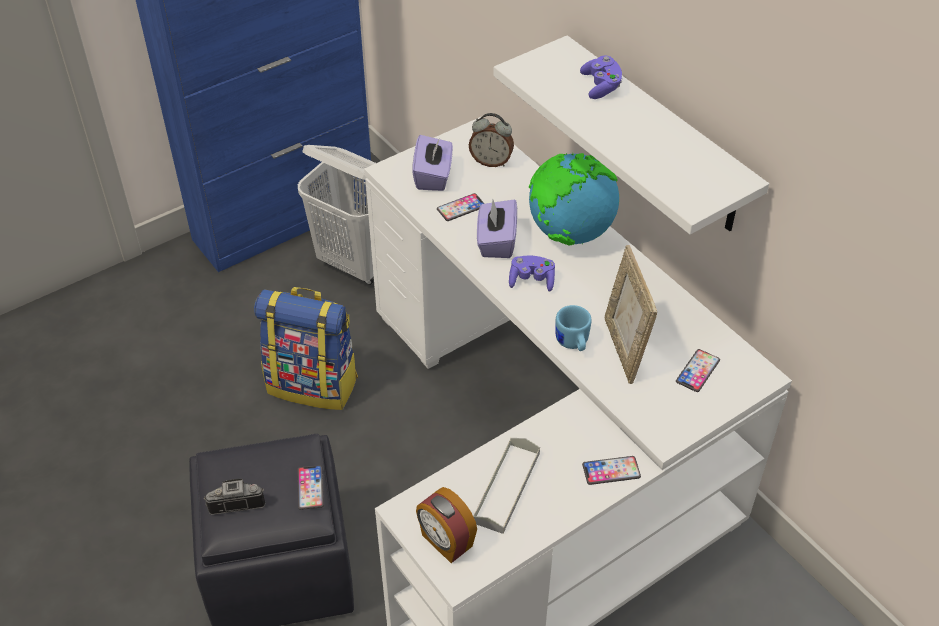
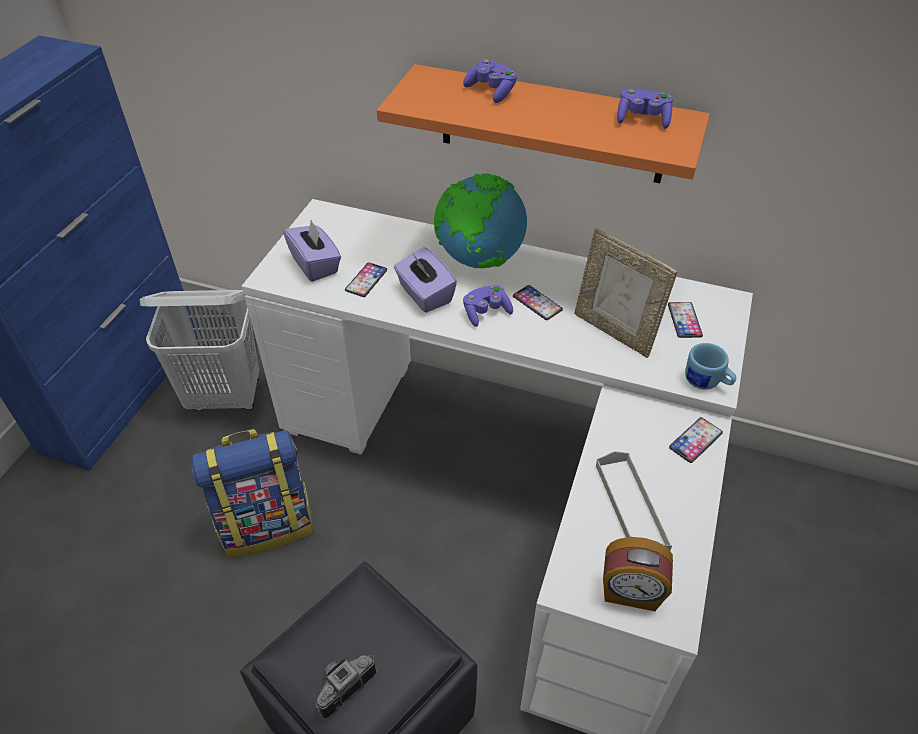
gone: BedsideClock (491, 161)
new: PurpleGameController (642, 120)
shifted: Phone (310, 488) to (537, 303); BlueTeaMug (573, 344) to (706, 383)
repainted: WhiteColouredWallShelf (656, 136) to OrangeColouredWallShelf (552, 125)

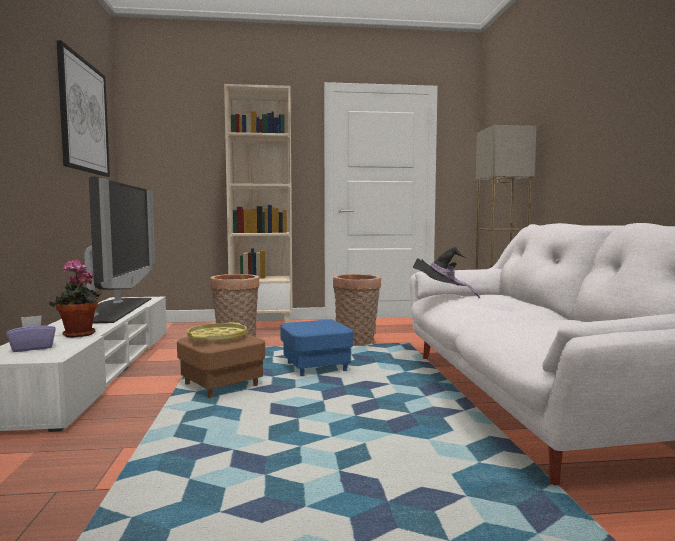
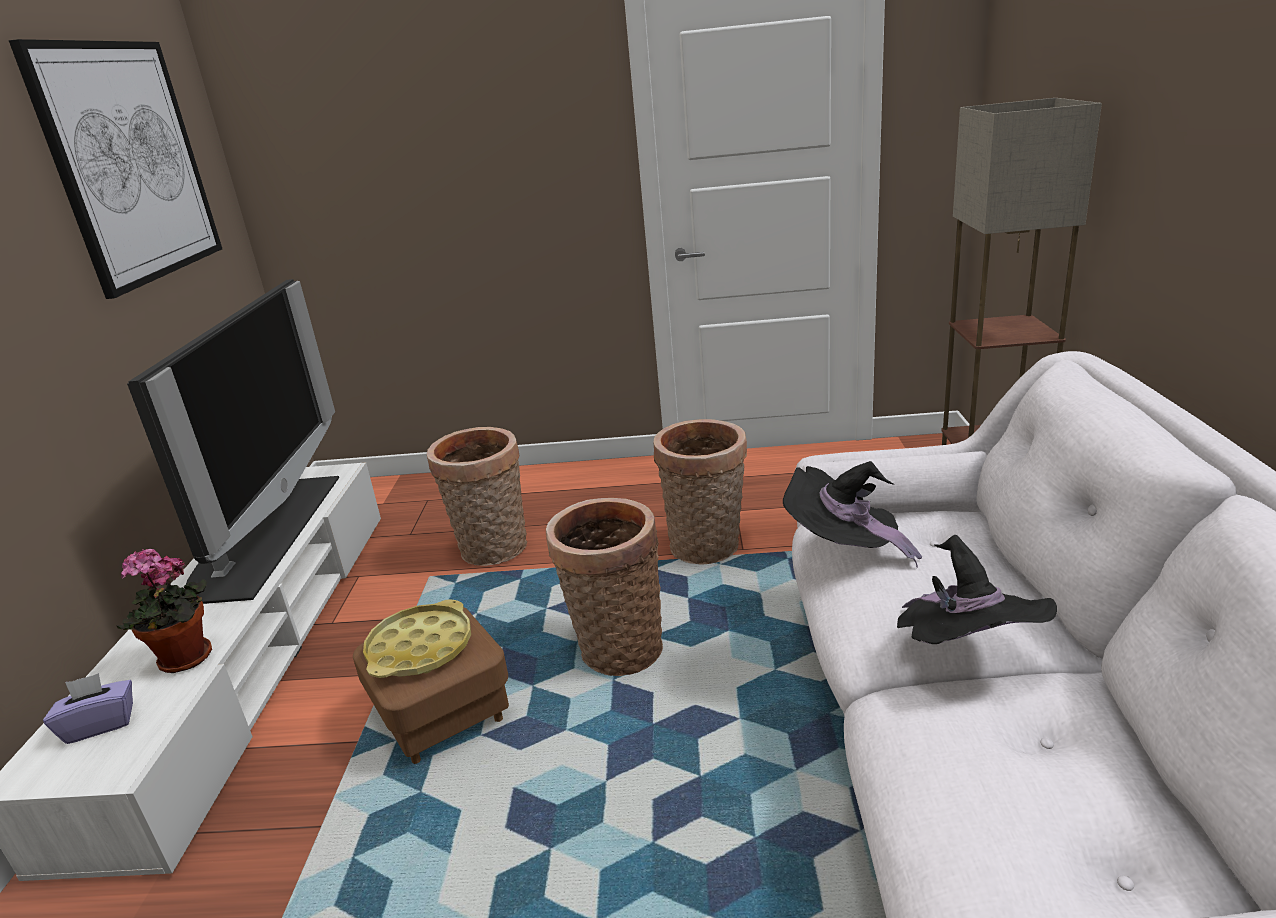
gone: SandColouredBookshelf (263, 326)
new: BlackHat (966, 652)
swapped: BlueFootrest (316, 367) to Basket (616, 649)

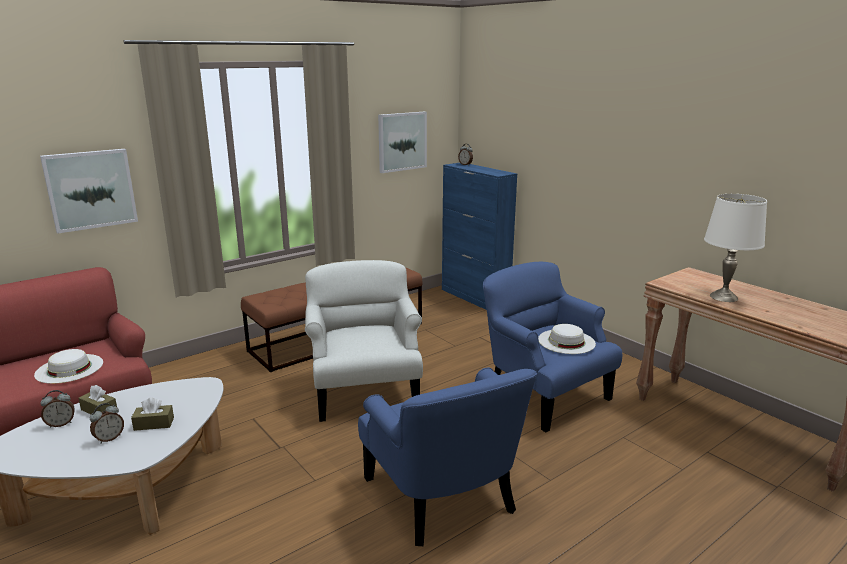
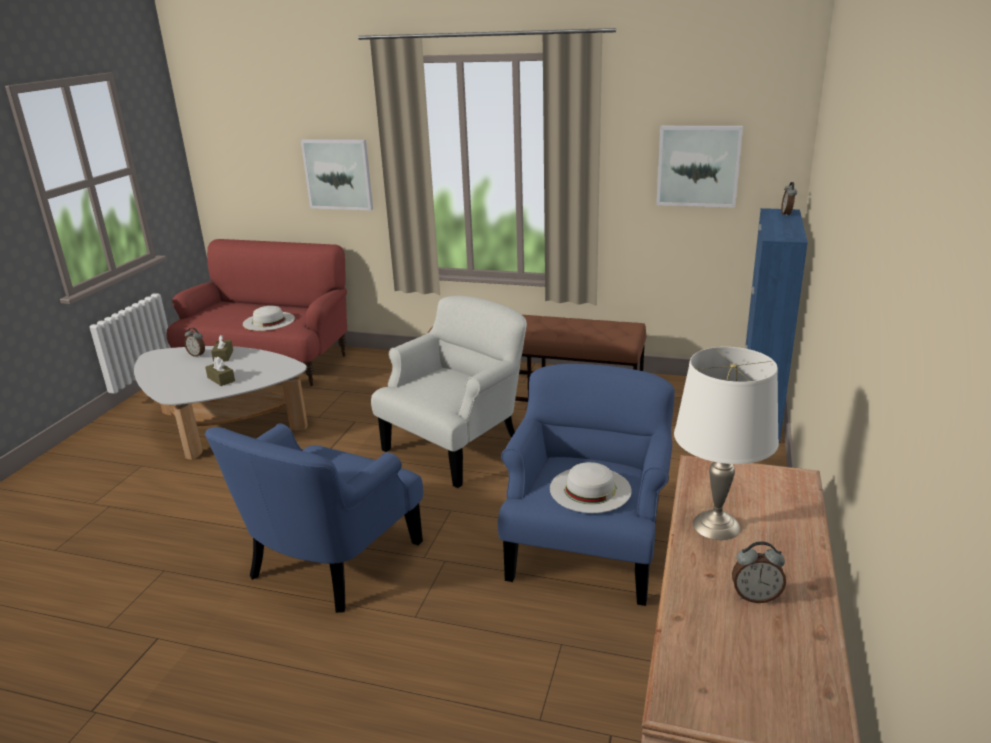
shifted: BedsideClock (109, 438) to (755, 596)

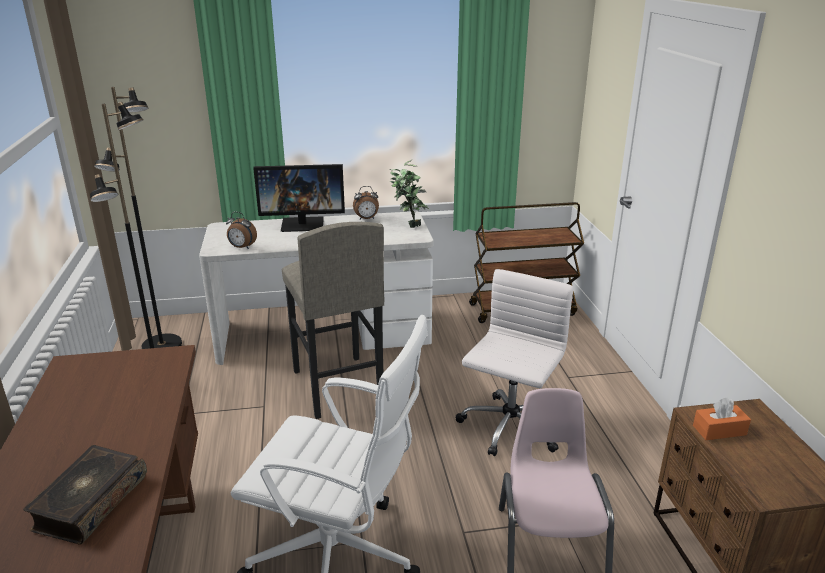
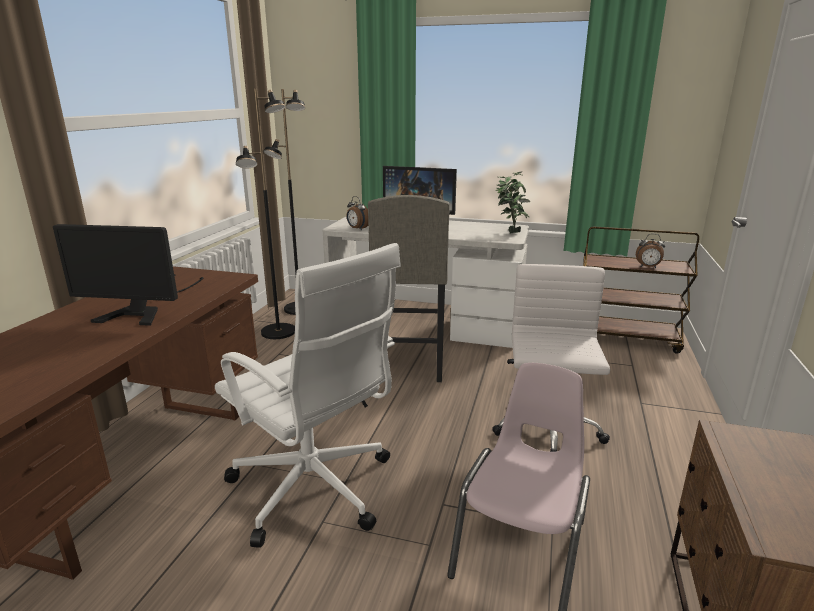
gone: BoundBook (90, 503); OrangeColouredTissueBox (719, 430)
new: Monitor (143, 309)
shifted: BedsideClock (366, 219) to (648, 267)
rotated: WhiteColouredOfficeChair (508, 428) = (547, 430) 45 degrees counterclockwise

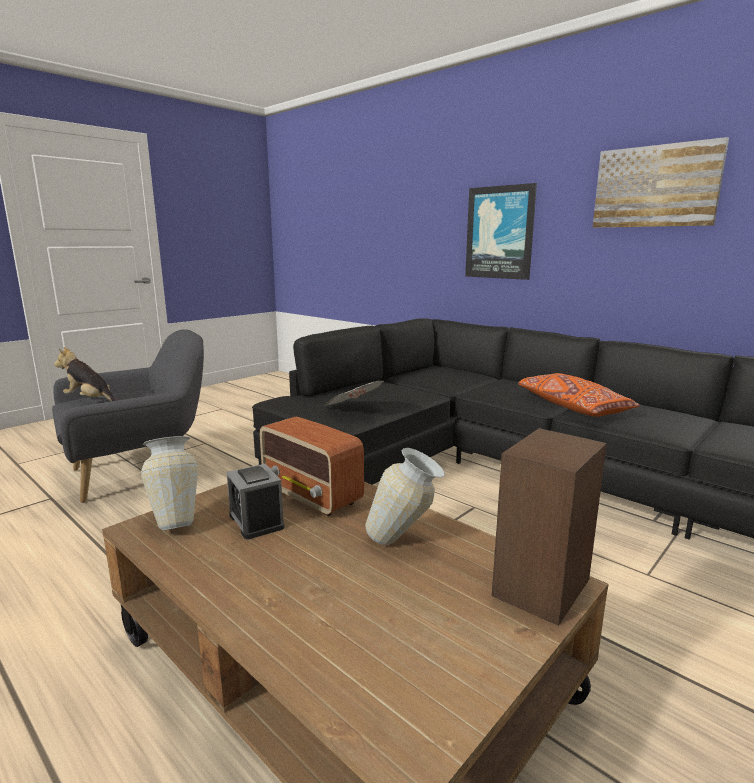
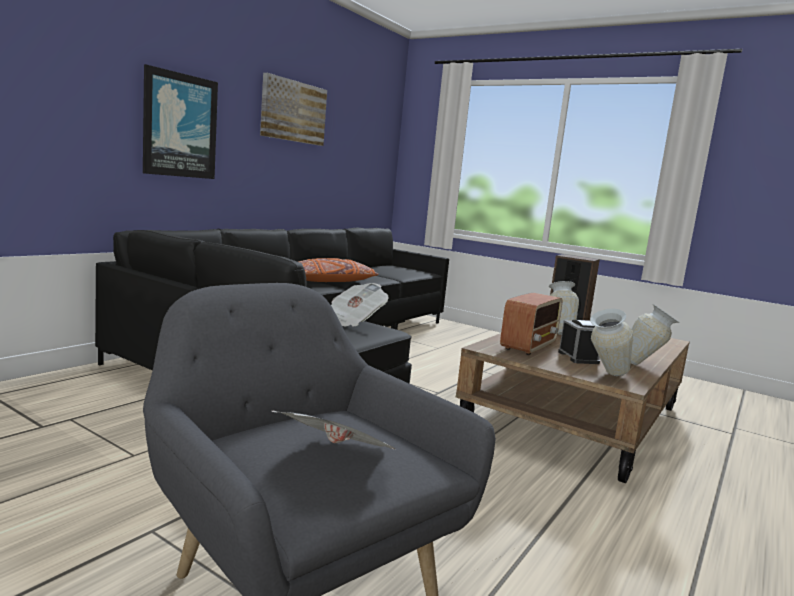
new: Vase (645, 366)
swapped: SoftToy (91, 401) to Newspaper (337, 463)
rotated: BedsideClock (256, 521) = (578, 357) 60 degrees counterclockwise

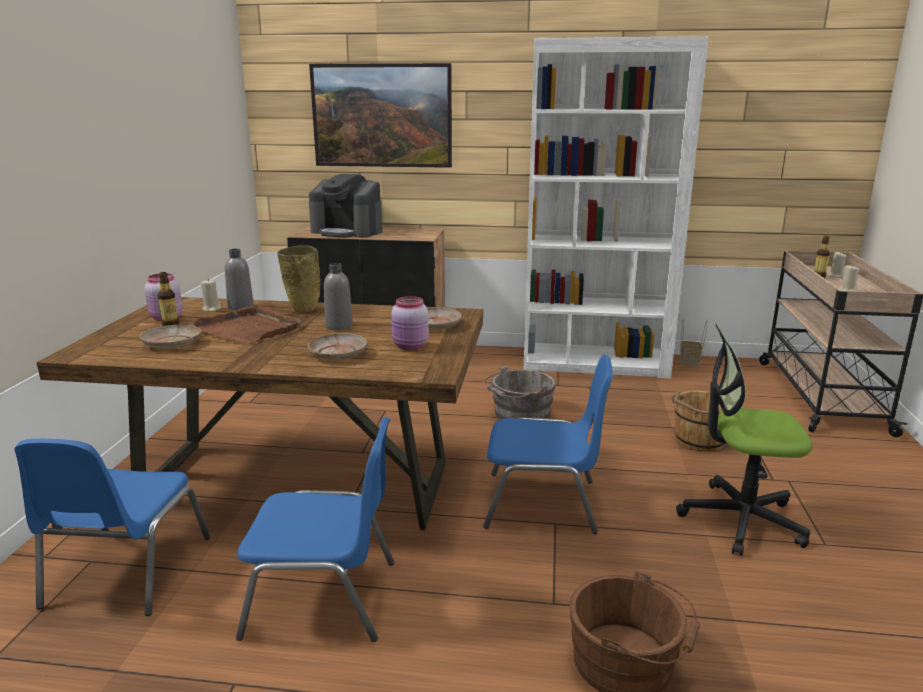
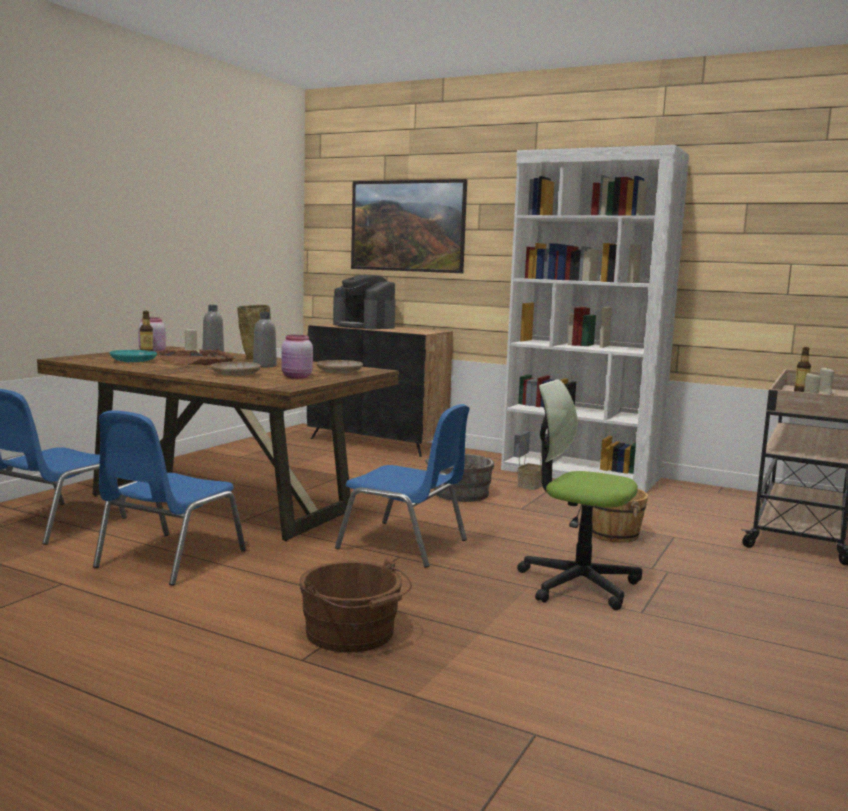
shifted: Basket (690, 361) to (531, 486)
repainted: SandColouredDinnerPlate (172, 344) to BlueGreenDinnerPlate (133, 361)
rotated: BlueUprightChair (324, 598) = (168, 559) 90 degrees clockwise

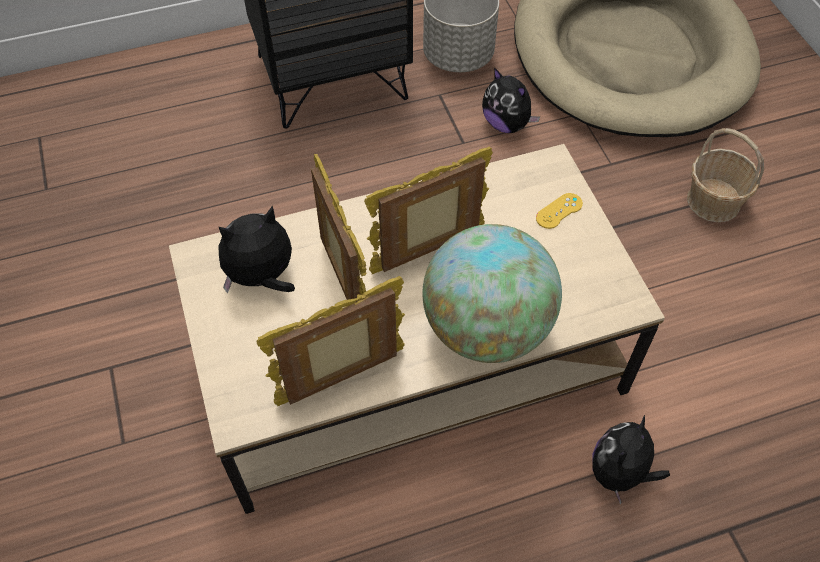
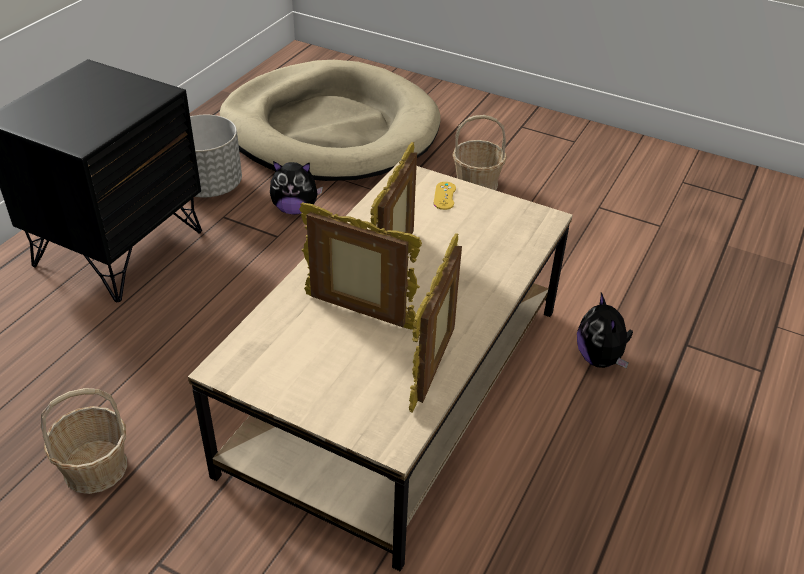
gone: SoftToy (262, 277); Globe (486, 328)
new: Basket (95, 467)

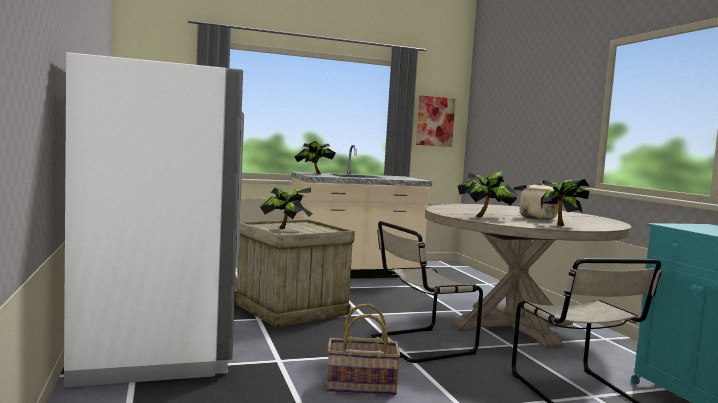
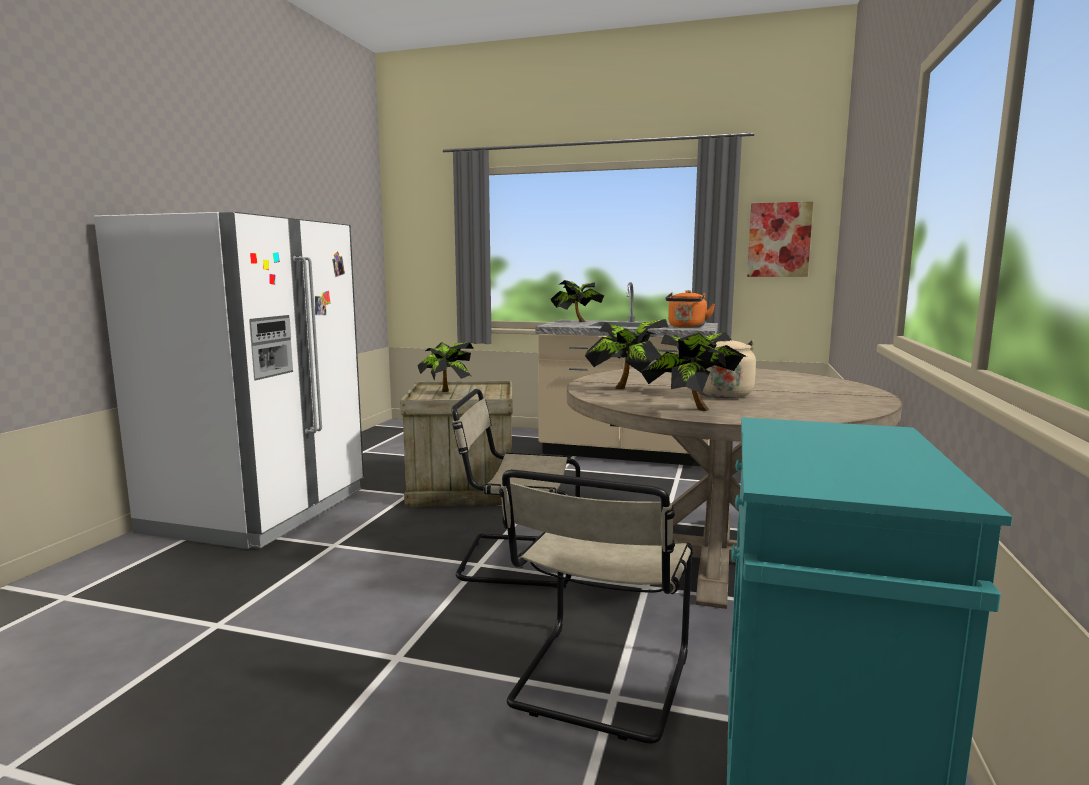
gone: Basket (360, 386)
new: OrangeColouredWaterKettle (686, 327)

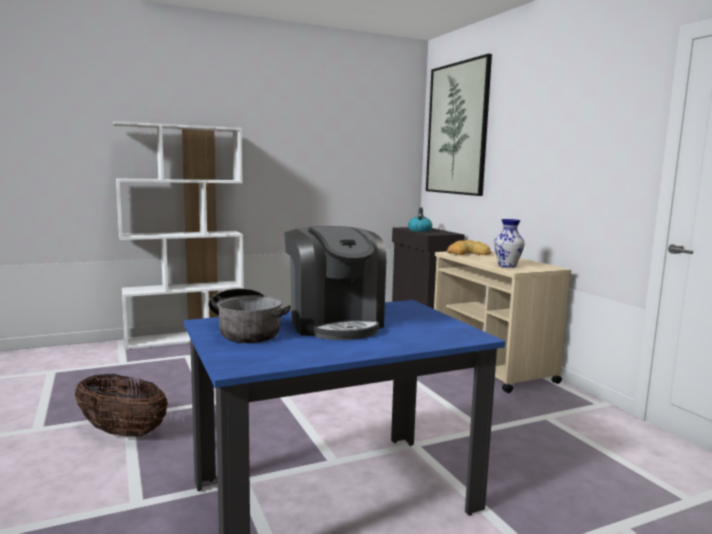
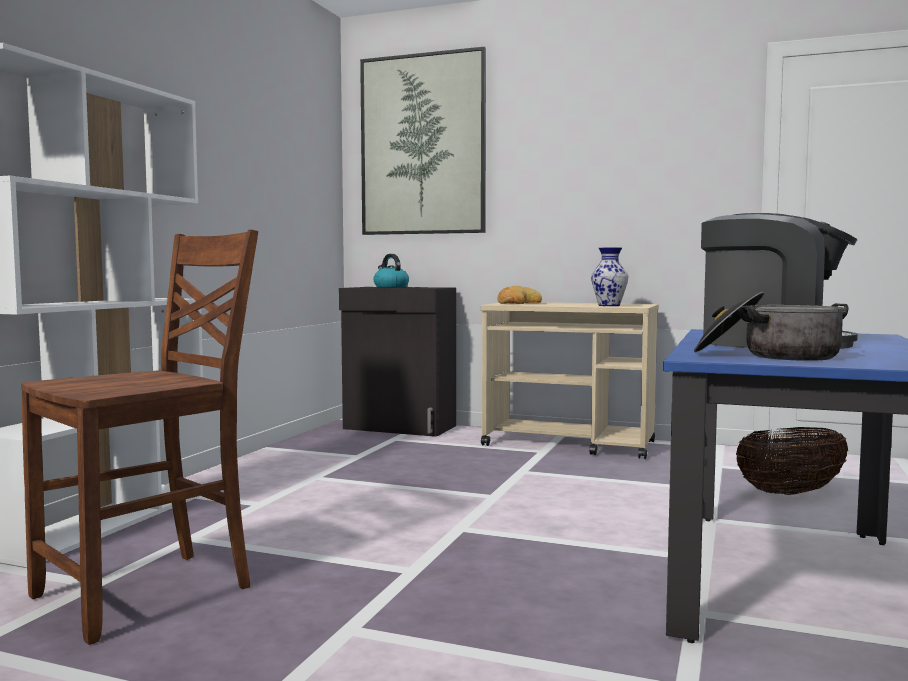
new: BrownishUprightChair (149, 592)
shifted: Basket (122, 432) to (790, 493)

